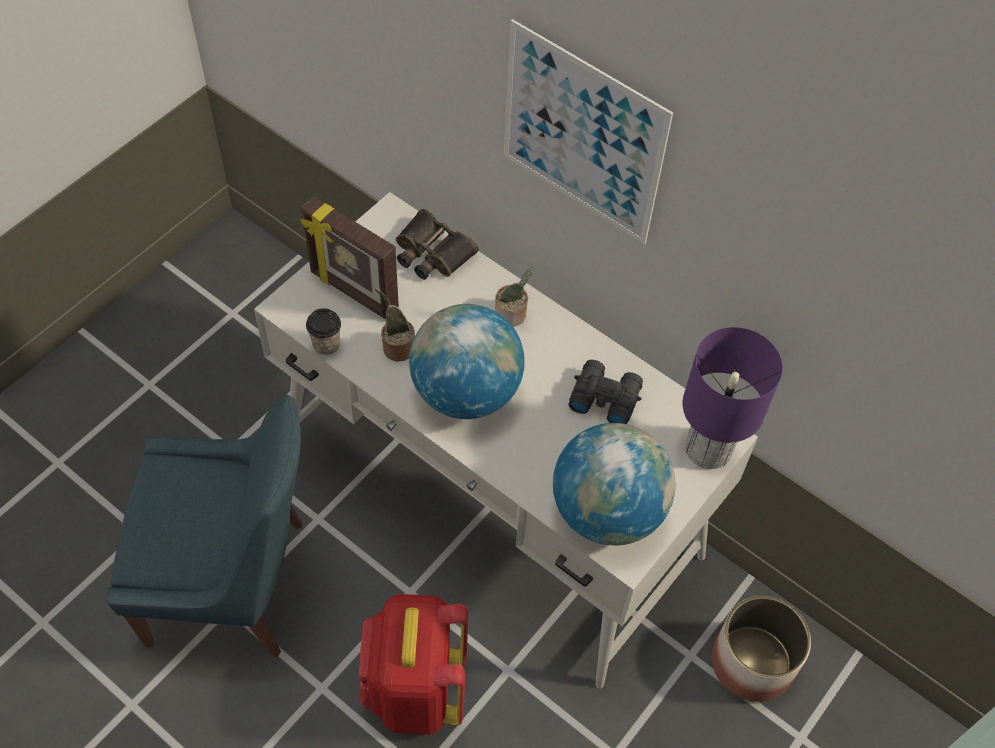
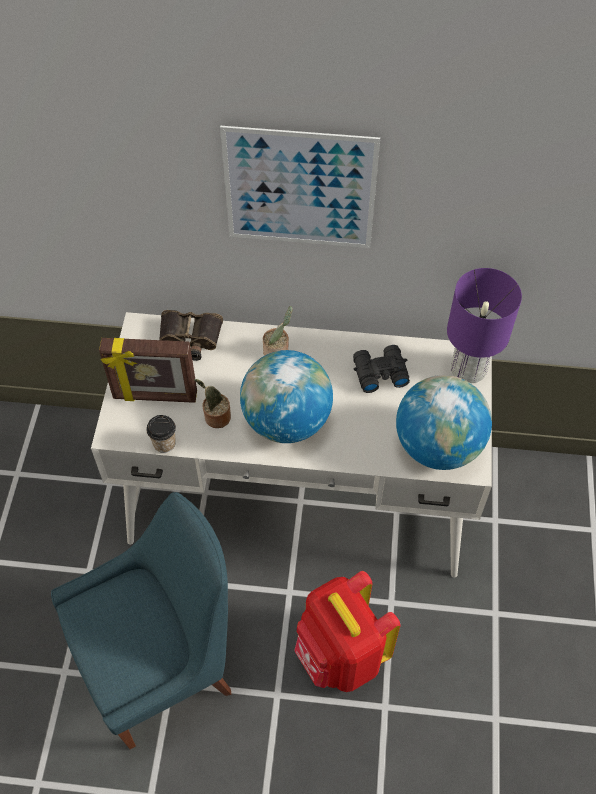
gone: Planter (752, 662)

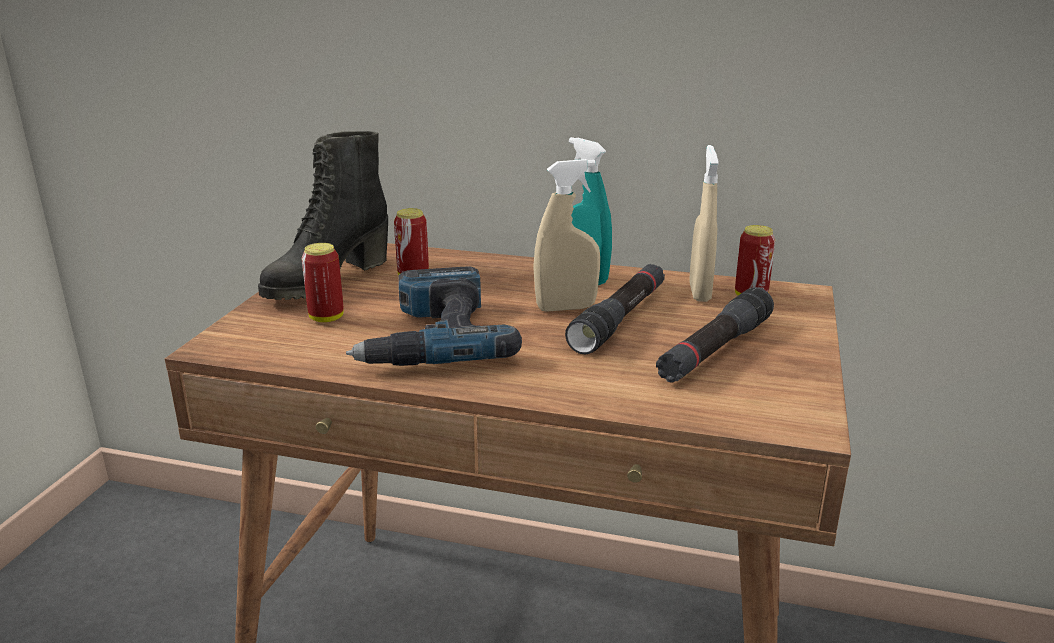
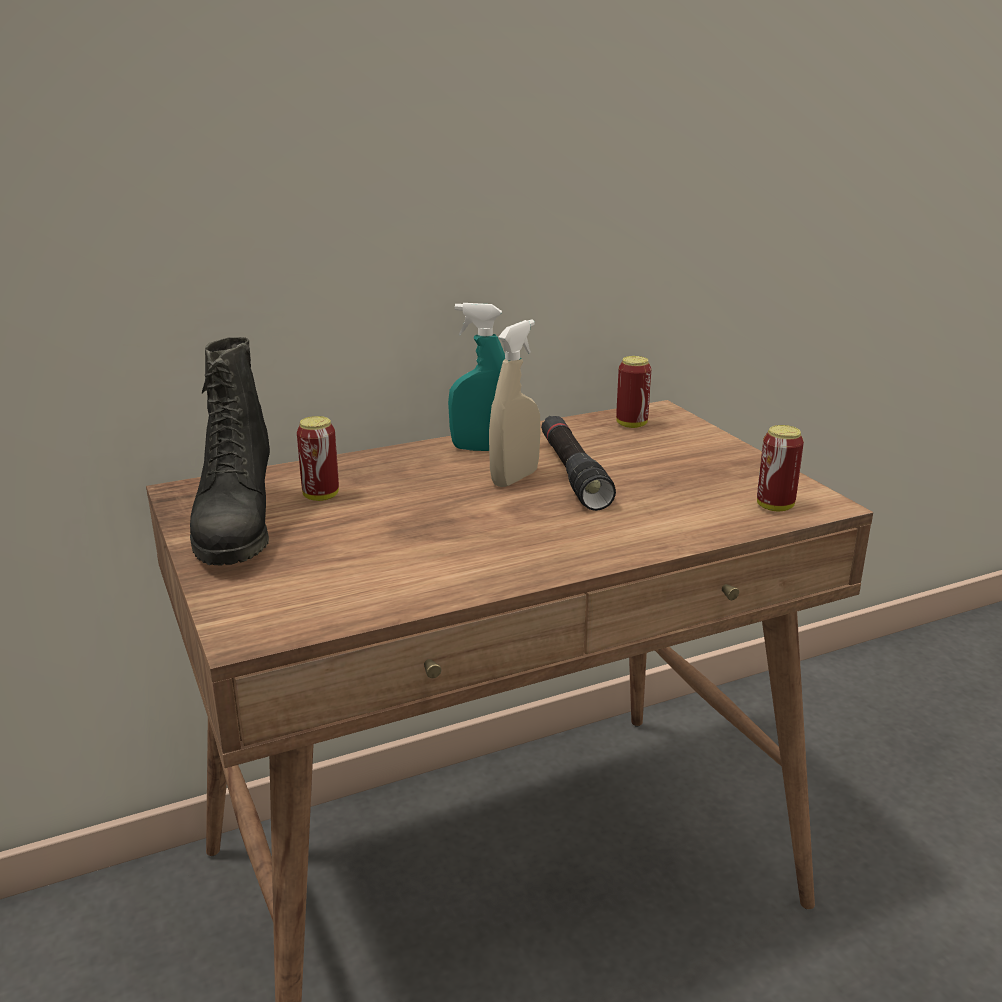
gone: Drill (431, 337); BlackTorch (714, 350); SandColouredHandSprayer (699, 292)
shifted: MetalCan (326, 318) to (775, 506)

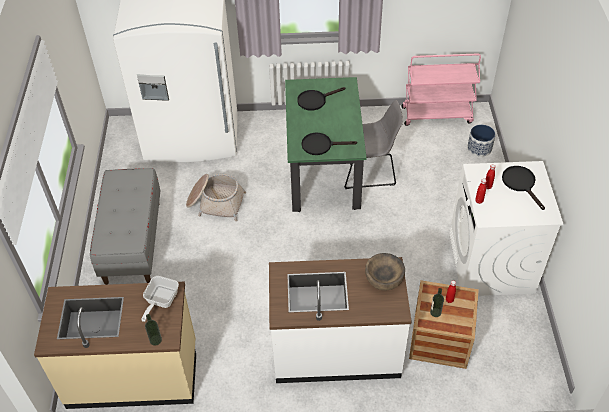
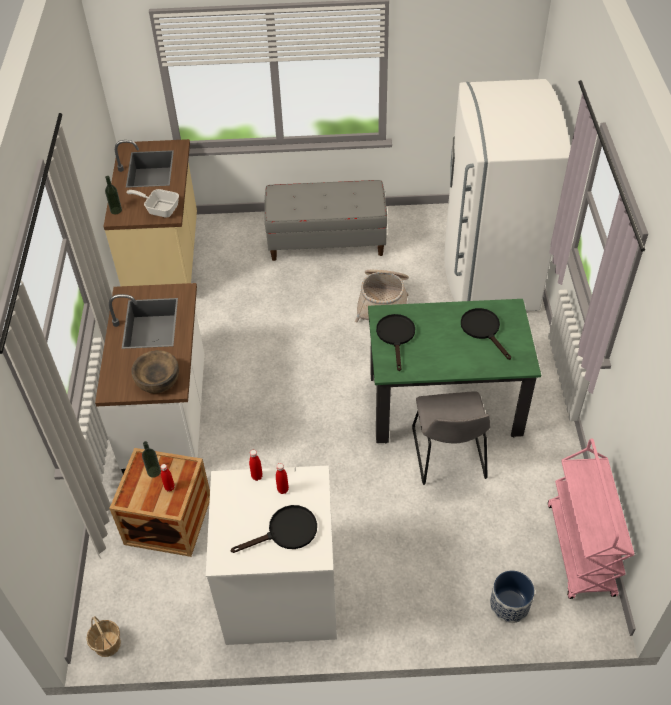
new: Basket (107, 644)

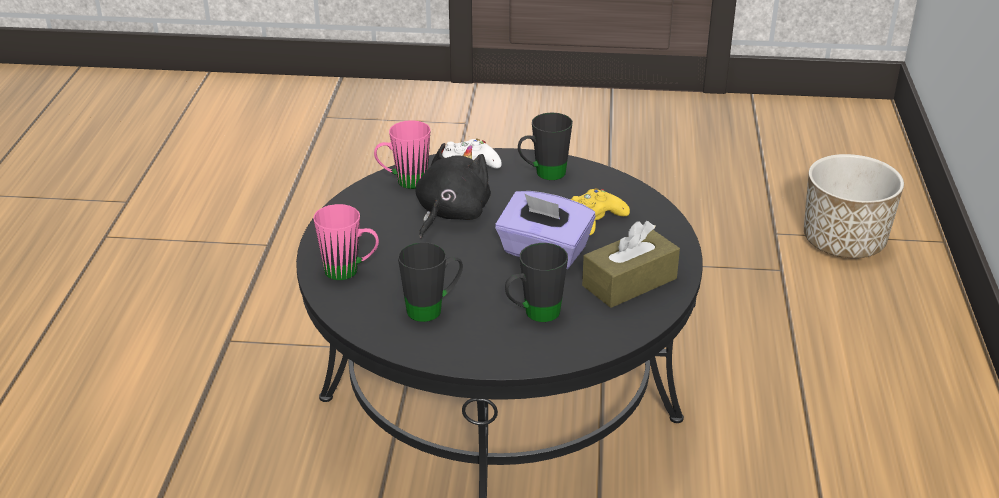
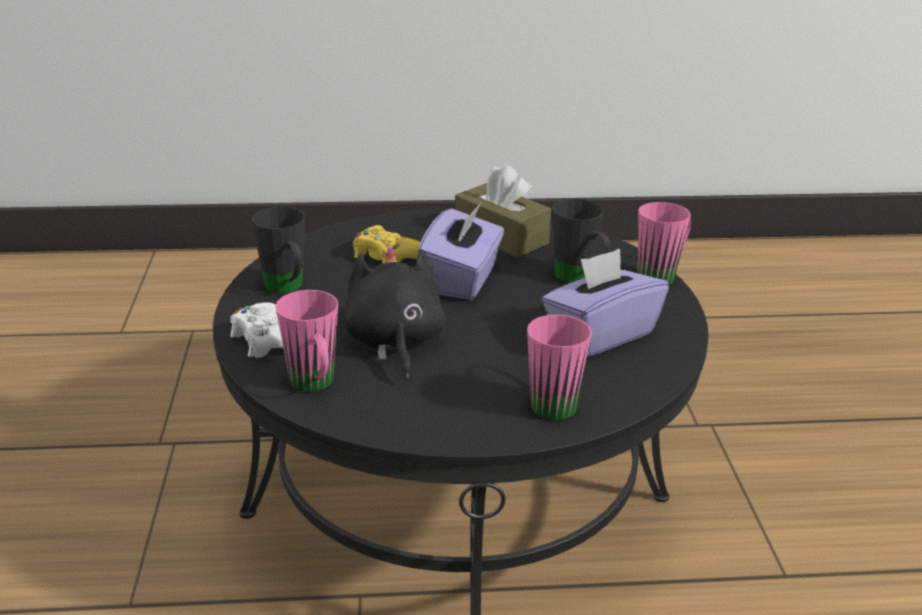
gone: Planter (843, 242)
new: PinkTeaMug (662, 275)
swapped: BlackTeaMug (433, 309) to PurpleTissueBox (600, 334)
rotated: BlackSoftToy (450, 214) = (394, 342) 60 degrees clockwise

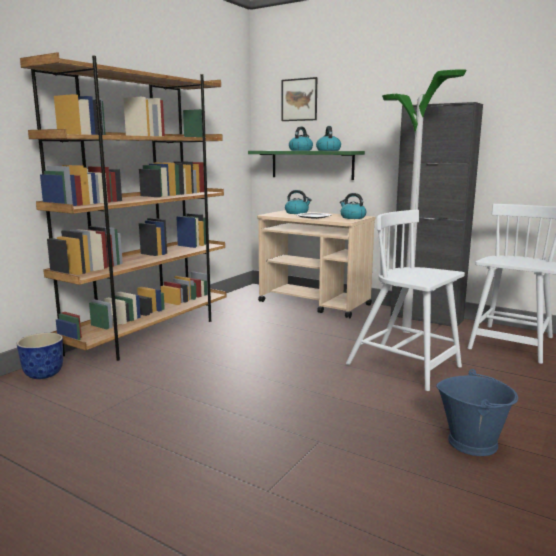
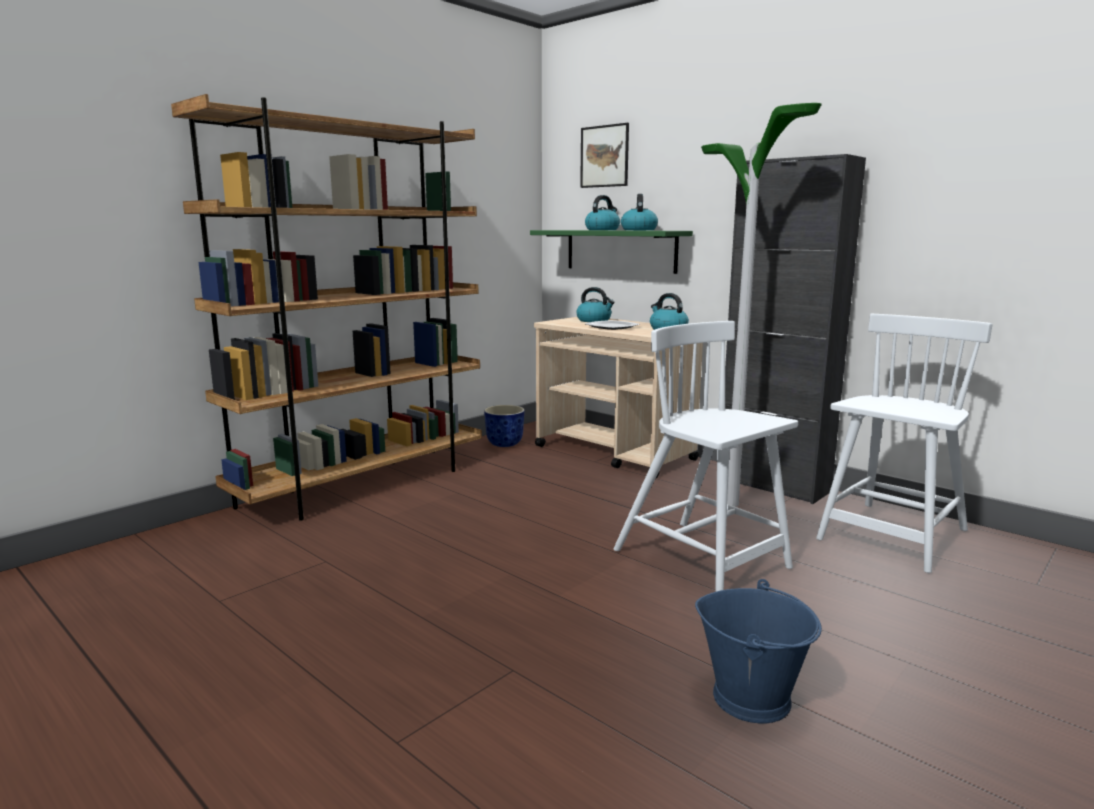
shifted: Planter (44, 374) to (505, 444)

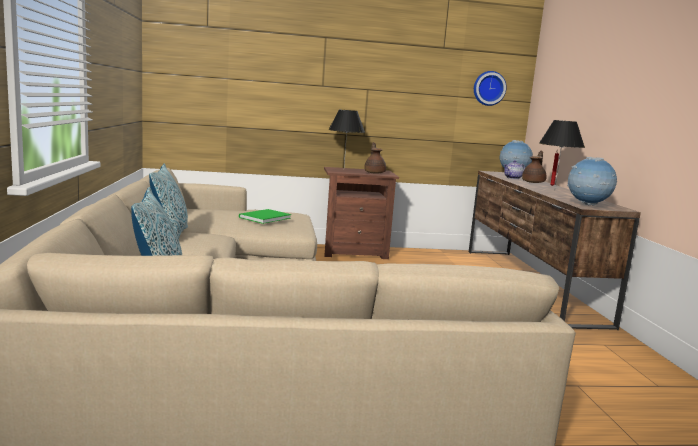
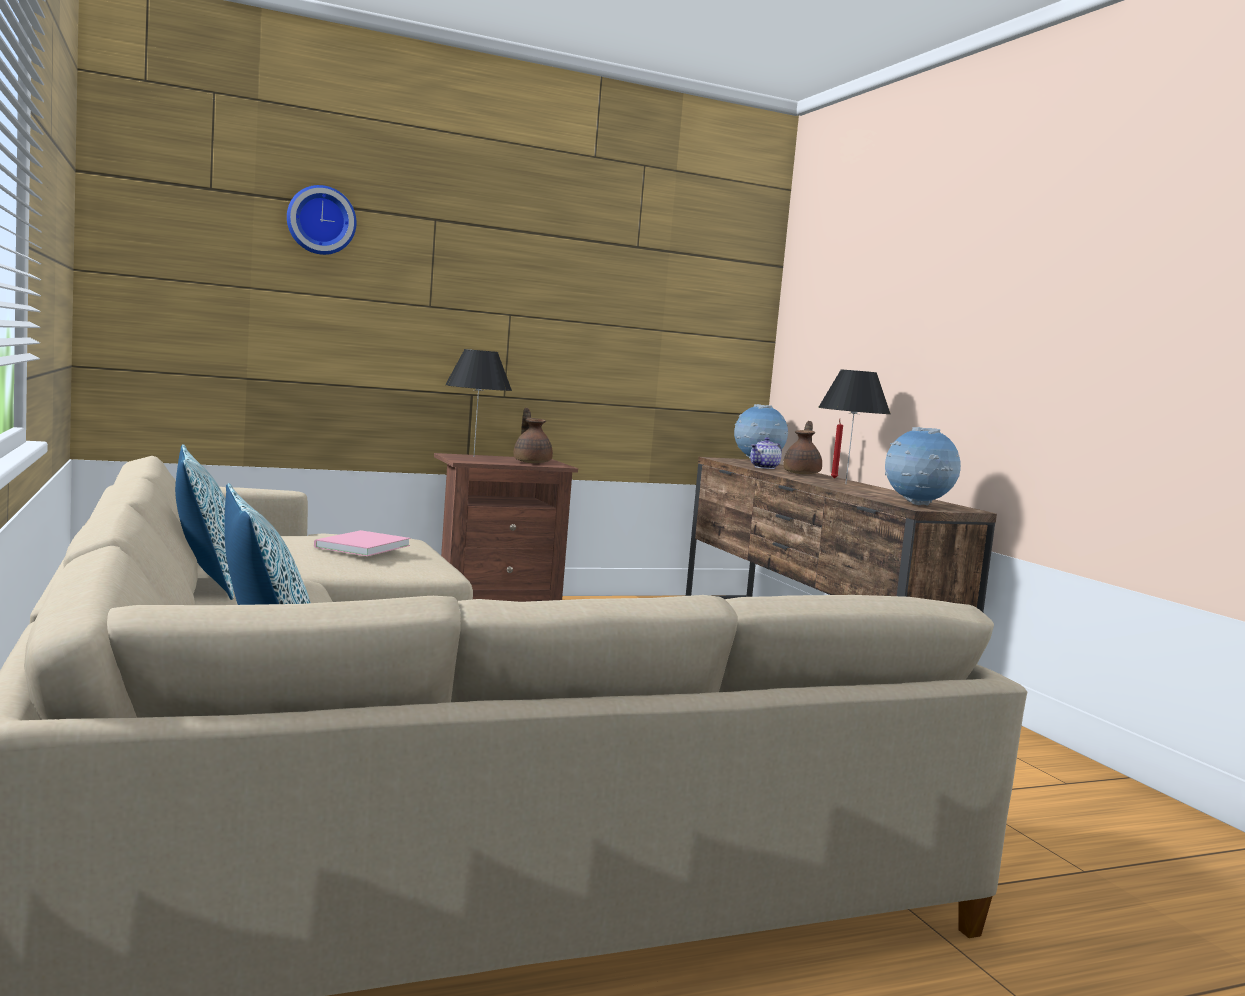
shifted: WallClock (488, 88) to (321, 220)
repainted: GreenishBoundBook (263, 218) to PinkBoundBook (359, 546)

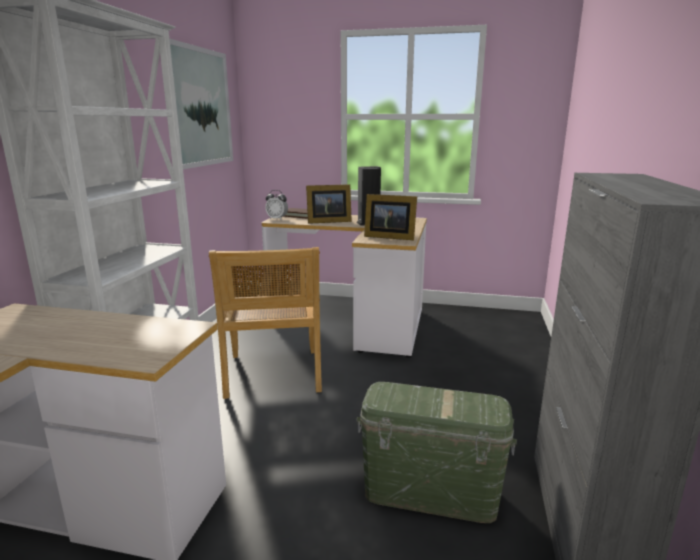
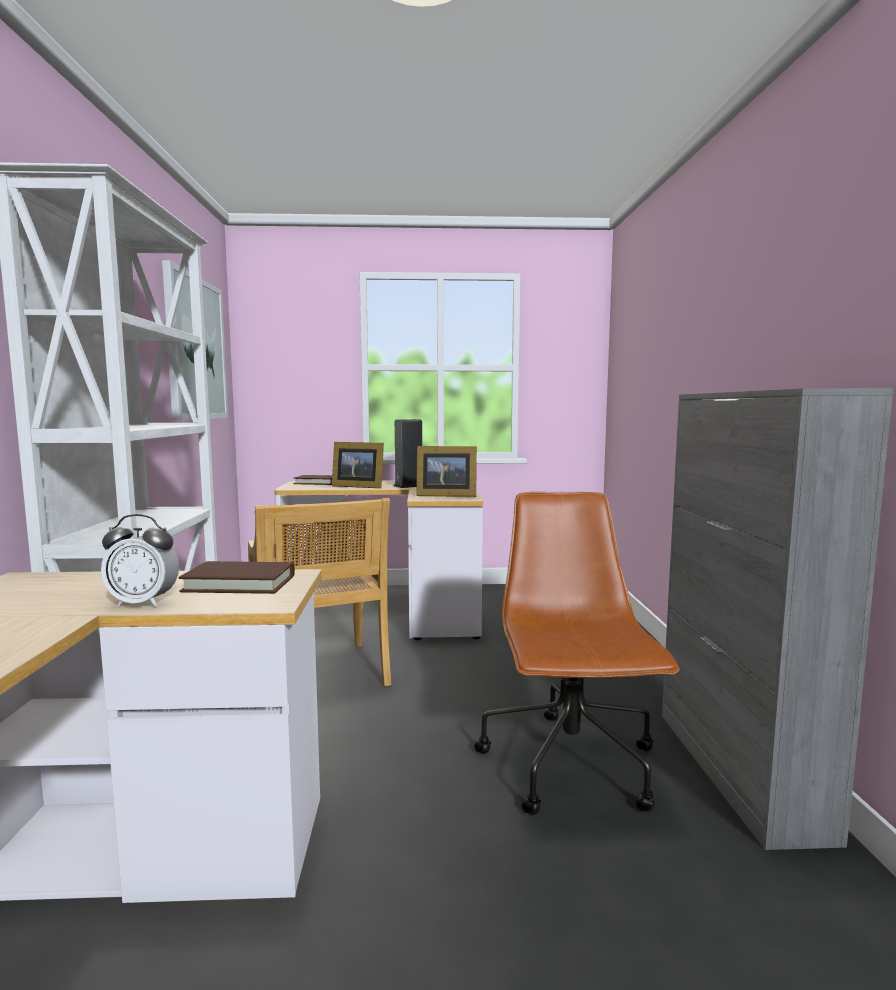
new: BrownishBoundBook (240, 583)
shifted: BedsideClock (277, 219) to (143, 603)
swapped: GreenishStorageBox (431, 492) to BrownishOfficeChair (571, 766)
rotated: PictureFrame (327, 221) = (357, 486) 45 degrees clockwise

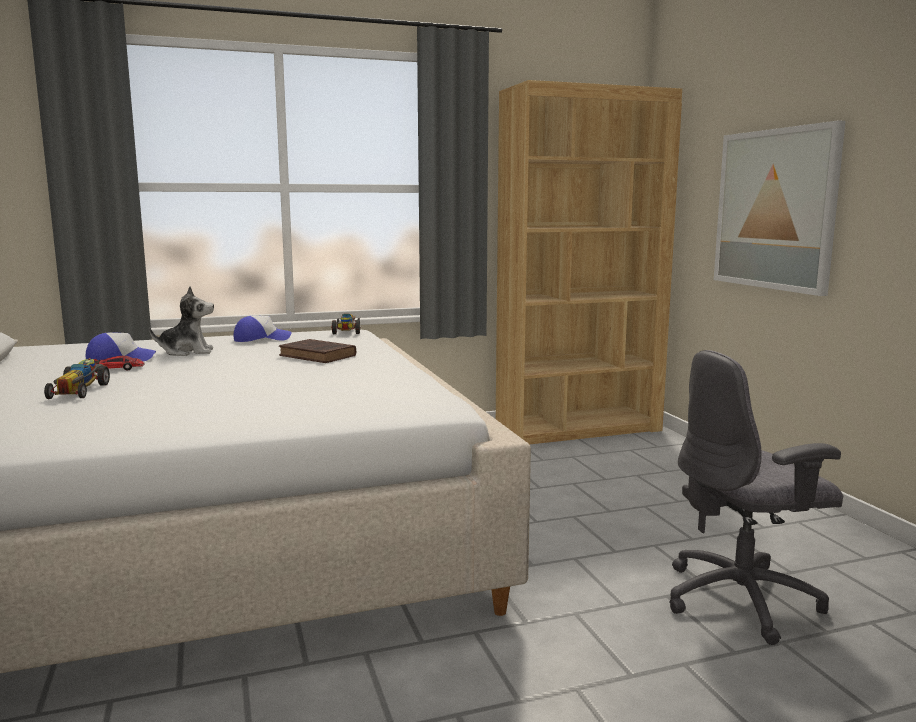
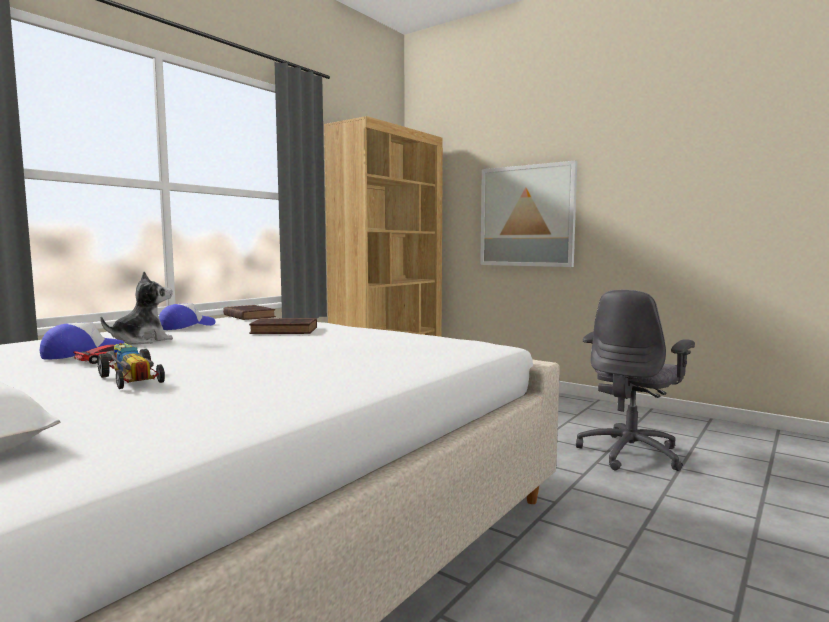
swapped: ToyCar (347, 331) to BrownishBoundBook (248, 316)

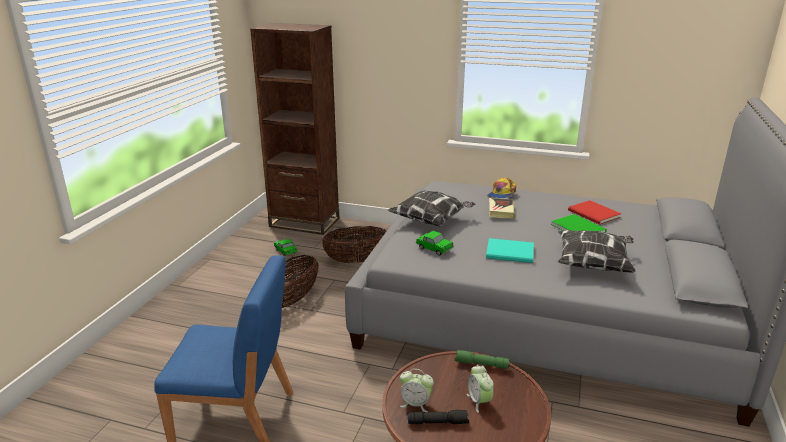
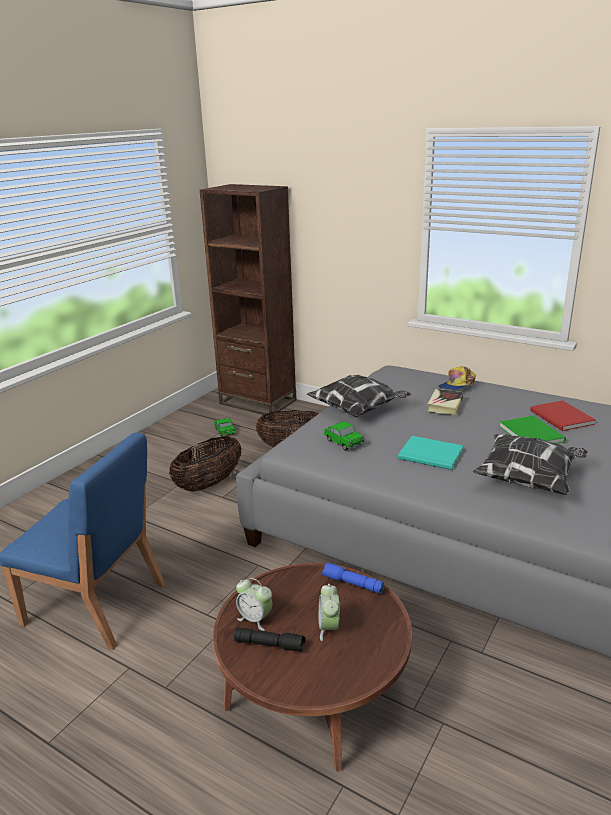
repainted: GreenishTorch (481, 364) to BlueTorch (352, 584)

